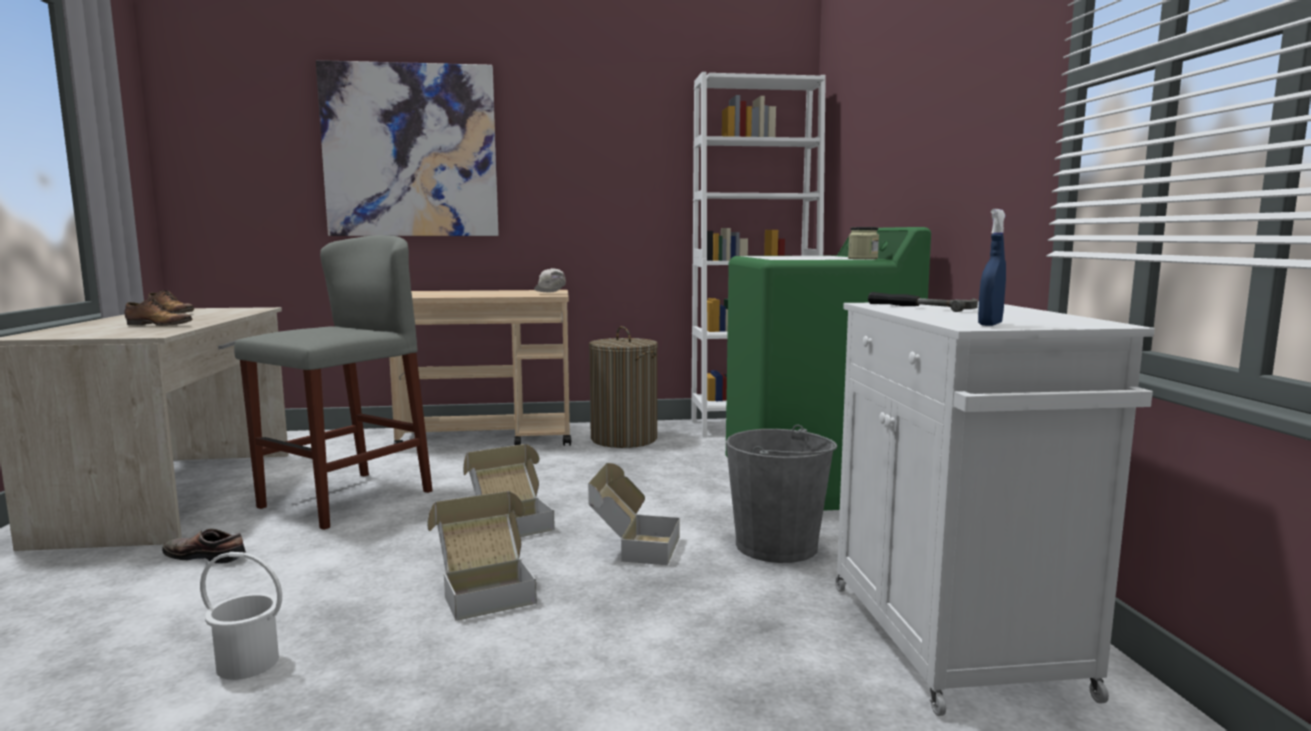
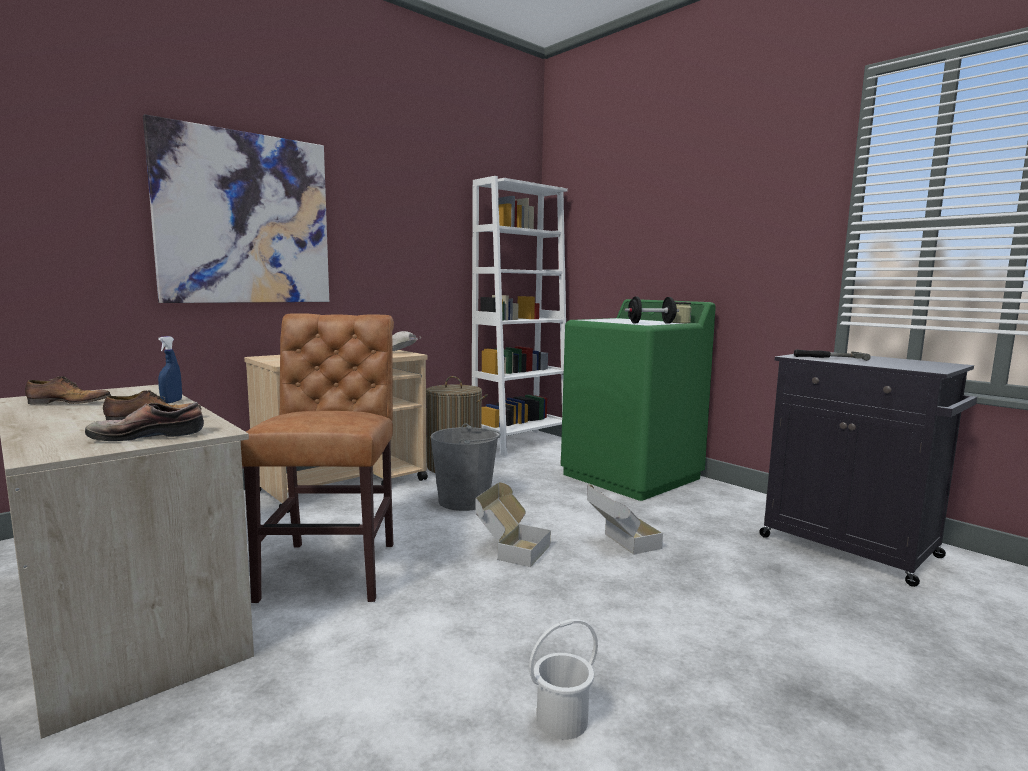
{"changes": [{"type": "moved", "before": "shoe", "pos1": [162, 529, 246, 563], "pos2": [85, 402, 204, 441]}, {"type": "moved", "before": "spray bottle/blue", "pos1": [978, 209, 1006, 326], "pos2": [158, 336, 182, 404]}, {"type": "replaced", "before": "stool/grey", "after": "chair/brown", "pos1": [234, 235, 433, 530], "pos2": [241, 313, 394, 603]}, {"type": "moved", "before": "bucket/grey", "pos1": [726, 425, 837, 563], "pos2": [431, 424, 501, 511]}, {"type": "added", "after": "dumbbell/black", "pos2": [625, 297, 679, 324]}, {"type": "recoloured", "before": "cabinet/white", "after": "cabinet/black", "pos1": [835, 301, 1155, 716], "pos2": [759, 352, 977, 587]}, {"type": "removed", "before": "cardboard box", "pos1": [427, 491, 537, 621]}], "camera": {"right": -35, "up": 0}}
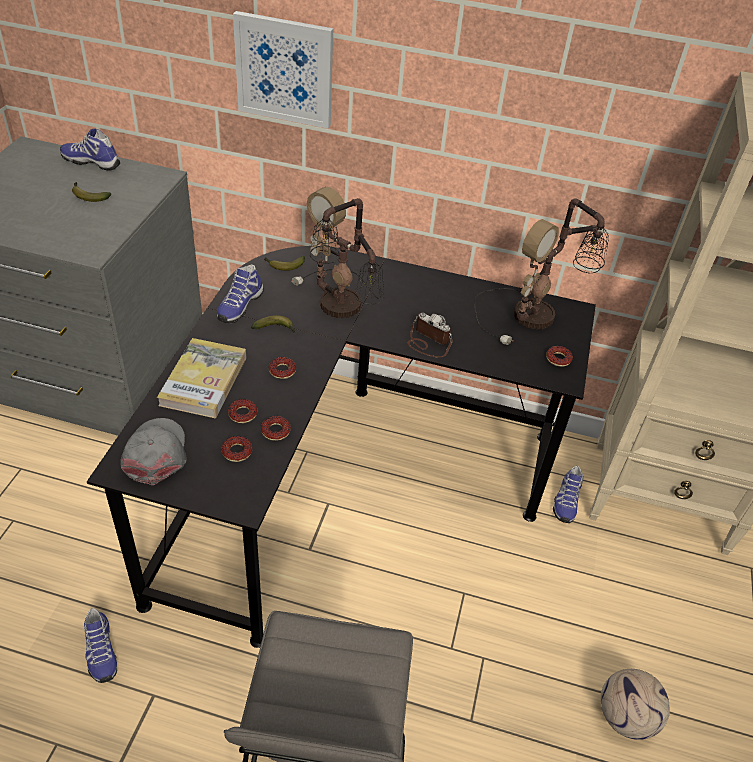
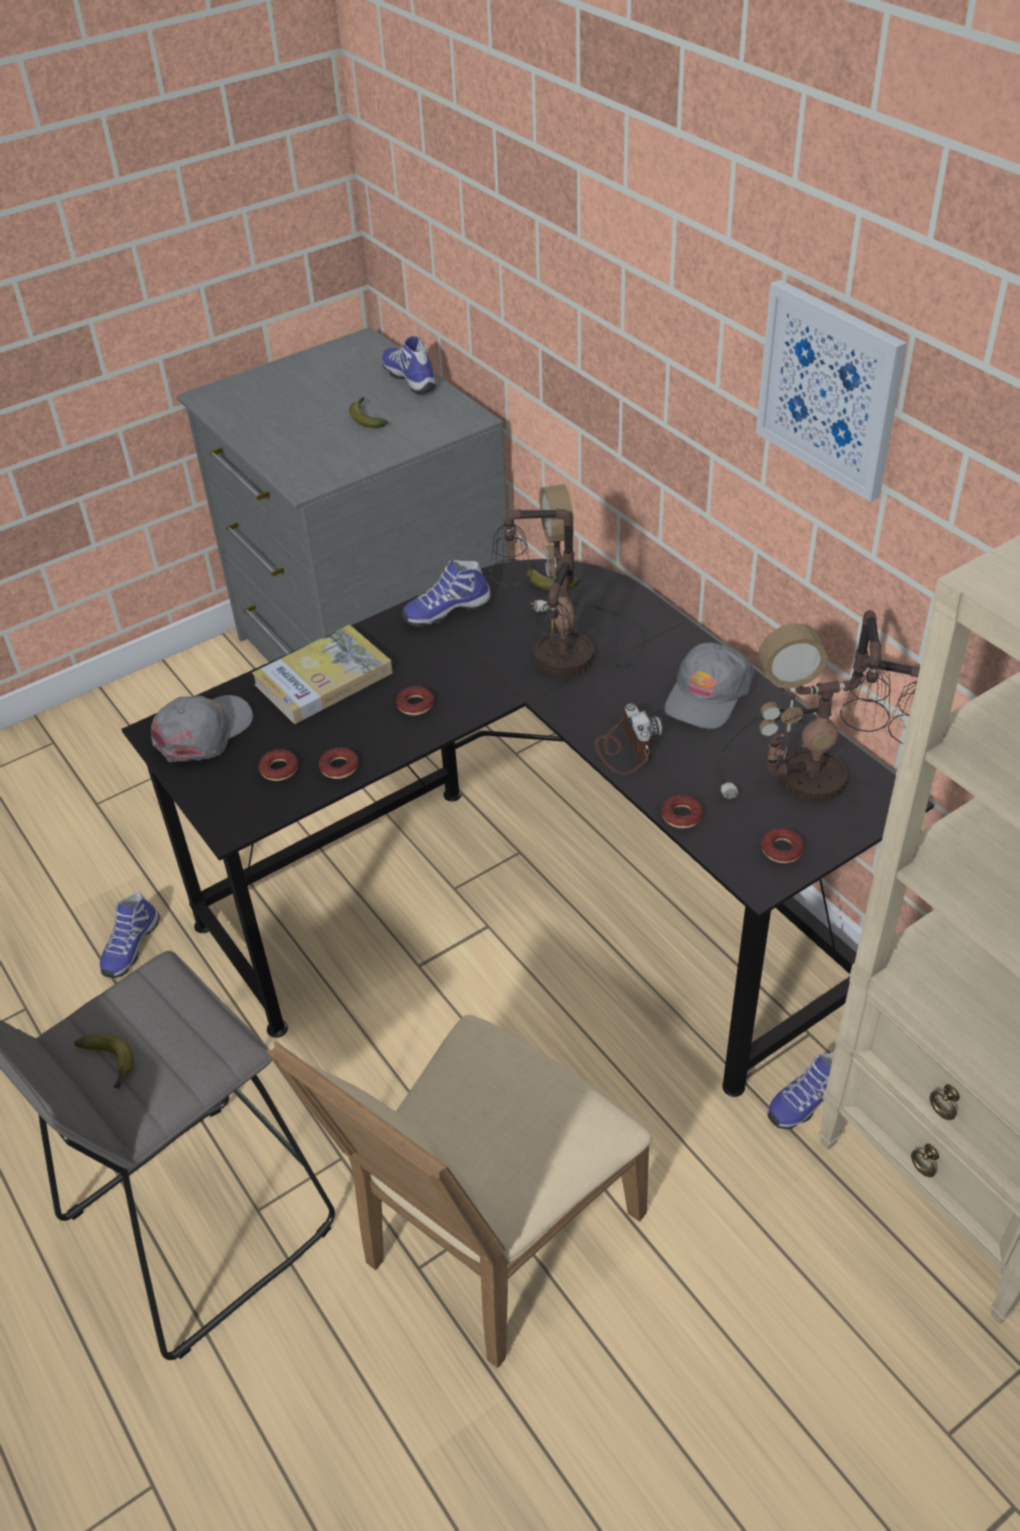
{"changes": [{"type": "moved", "before": "banana", "pos1": [251, 315, 296, 333], "pos2": [74, 1034, 134, 1089]}, {"type": "added", "after": "chair/beige", "pos2": [266, 1015, 652, 1368]}, {"type": "moved", "before": "donut", "pos1": [228, 399, 257, 423], "pos2": [662, 794, 703, 829]}, {"type": "added", "after": "cap/grey", "pos2": [665, 642, 755, 729]}, {"type": "moved", "before": "picture", "pos1": [233, 11, 333, 129], "pos2": [756, 280, 907, 502]}, {"type": "removed", "before": "football", "pos1": [601, 669, 670, 740]}], "camera": {"right": 45, "up": 0}}
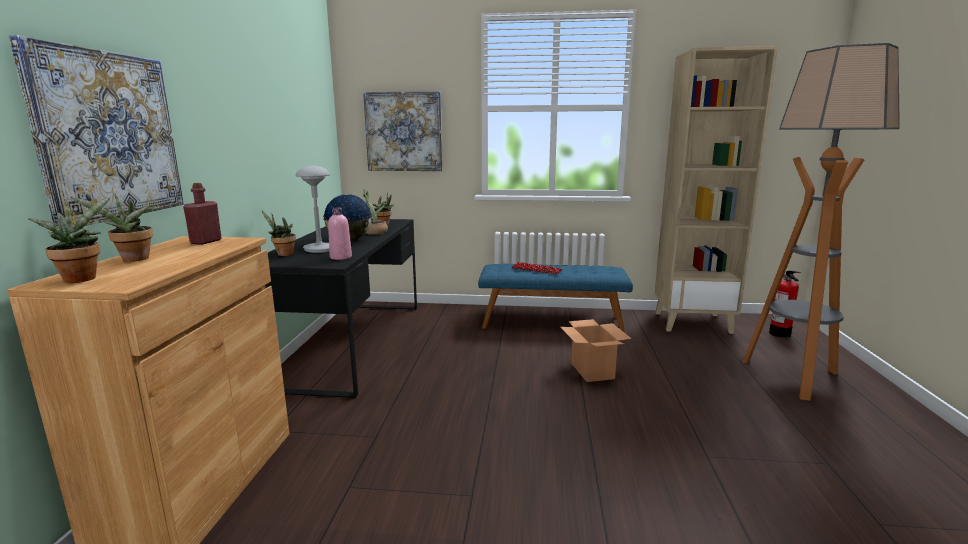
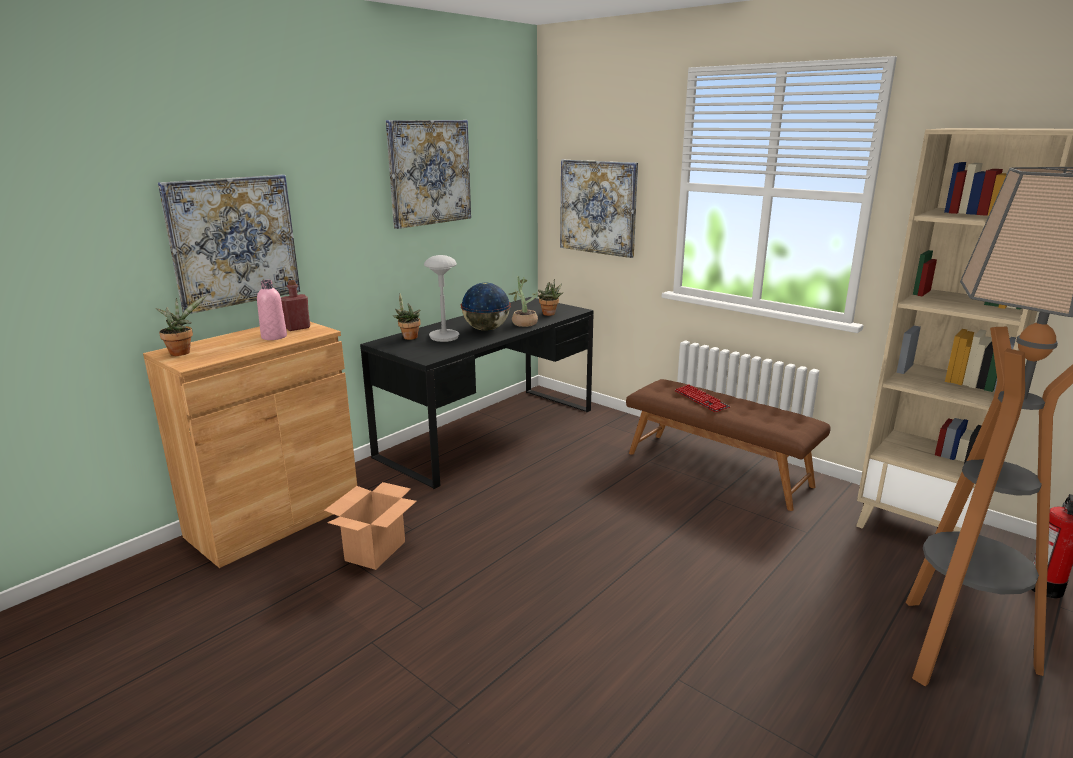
{"changes": [{"type": "moved", "before": "bottle/pink", "pos1": [328, 207, 352, 260], "pos2": [257, 280, 287, 340]}, {"type": "moved", "before": "cardboard box", "pos1": [561, 319, 632, 382], "pos2": [324, 482, 417, 570]}, {"type": "added", "after": "picture", "pos2": [386, 120, 471, 229]}, {"type": "recoloured", "before": "bench/blue", "after": "bench/brown", "pos1": [478, 264, 633, 333], "pos2": [626, 379, 831, 511]}, {"type": "removed", "before": "potted plant", "pos1": [71, 194, 153, 262]}], "camera": {"right": 35, "up": 5}}
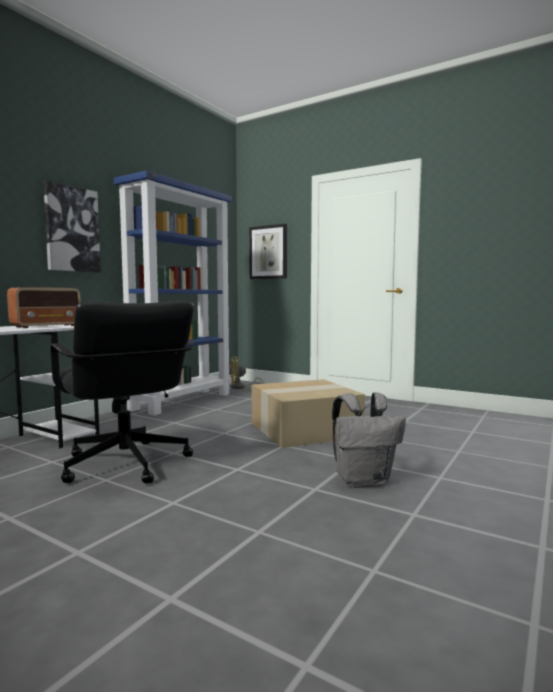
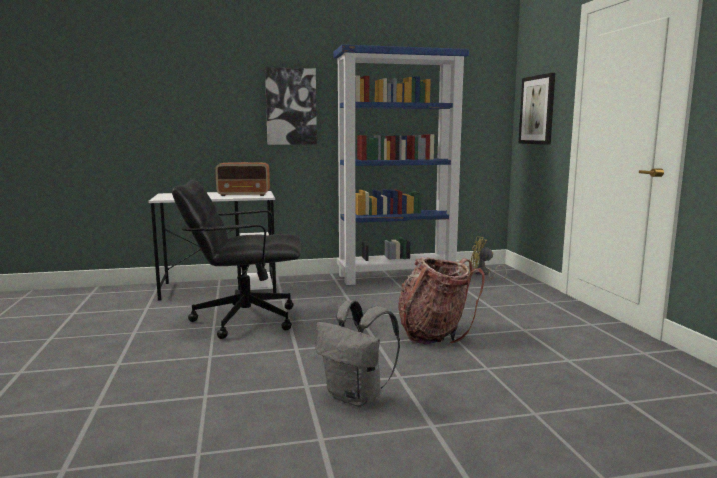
{"changes": [{"type": "turned", "before": "office chair/black", "pos1": [51, 301, 194, 484], "pos2": [172, 180, 301, 339], "turn": 75}, {"type": "replaced", "before": "cardboard box", "after": "backpack", "pos1": [252, 379, 365, 448], "pos2": [398, 257, 485, 344]}], "camera": {"right": 45, "up": 5}}
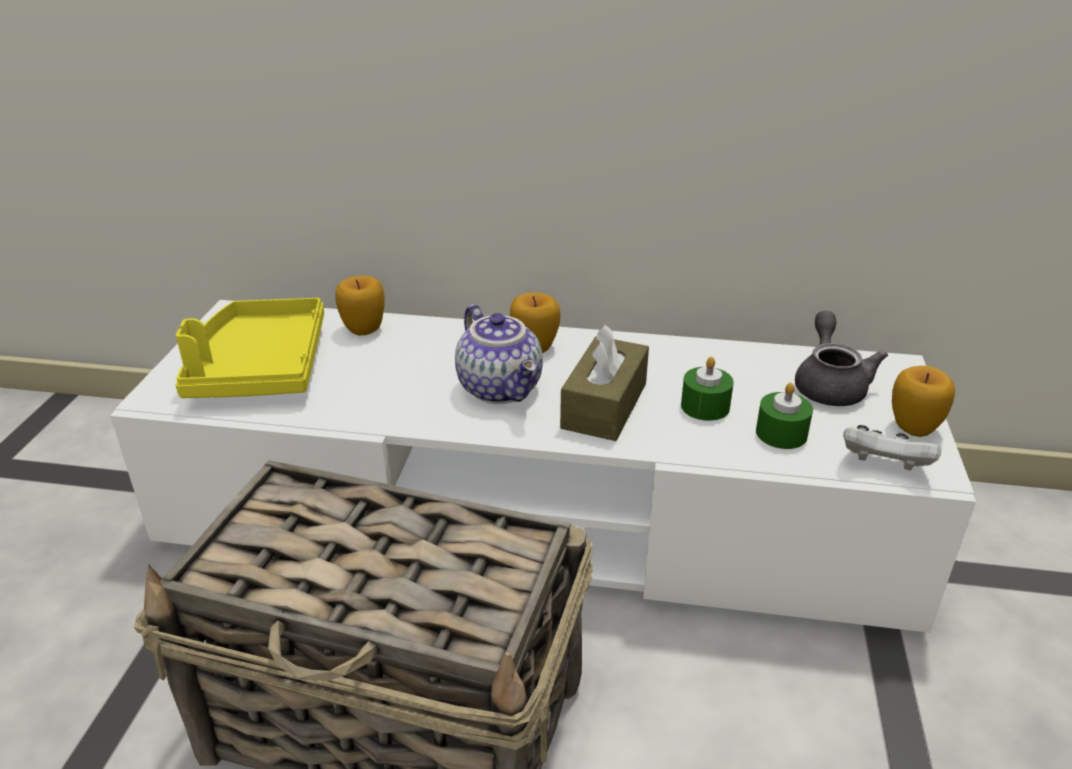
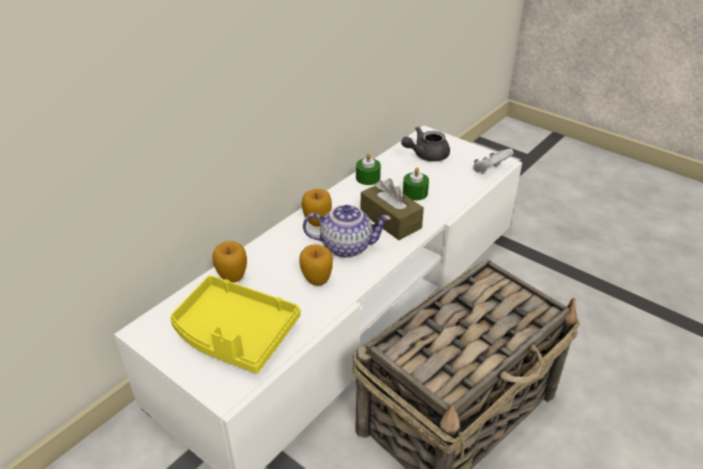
{"changes": [{"type": "moved", "before": "apple", "pos1": [892, 366, 955, 437], "pos2": [299, 244, 333, 285]}, {"type": "moved", "before": "candle/green", "pos1": [756, 383, 813, 449], "pos2": [356, 153, 381, 185]}, {"type": "turned", "before": "teapot/grey", "pos1": [795, 311, 888, 406], "pos2": [401, 127, 450, 162], "turn": -60}], "camera": {"right": -60, "up": 5}}
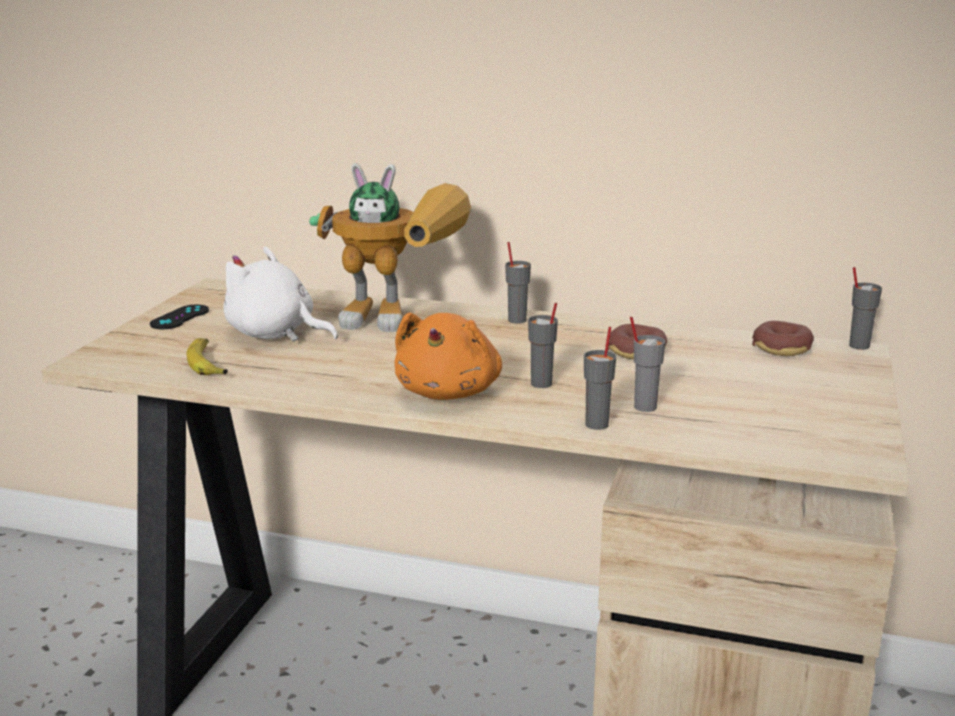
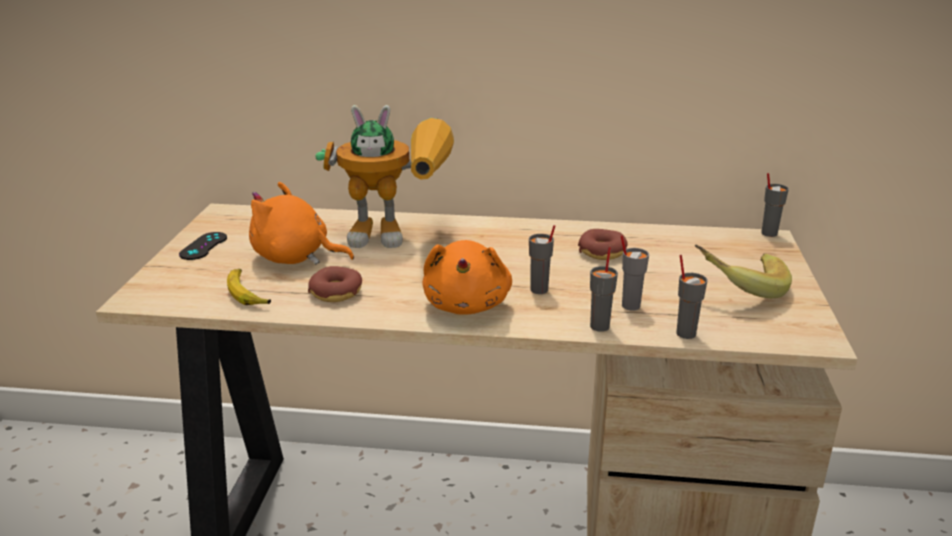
{"changes": [{"type": "recoloured", "before": "plush toy/white", "after": "plush toy/orange", "pos1": [223, 247, 338, 342], "pos2": [249, 182, 354, 265]}, {"type": "moved", "before": "donut", "pos1": [752, 321, 814, 356], "pos2": [308, 266, 362, 302]}, {"type": "moved", "before": "cup/grey", "pos1": [505, 242, 531, 324], "pos2": [676, 255, 708, 339]}, {"type": "added", "after": "banana", "pos2": [694, 245, 792, 298]}], "camera": {"right": -10, "up": 5}}
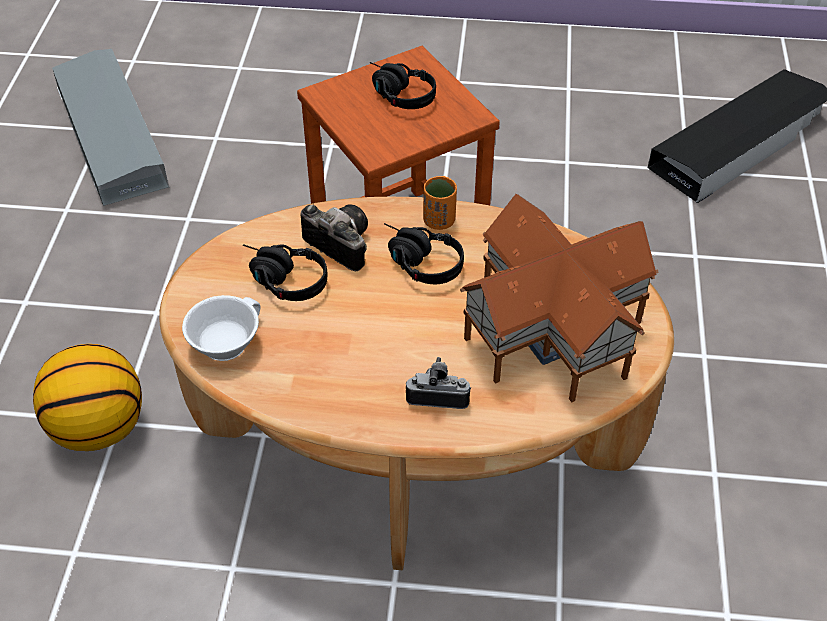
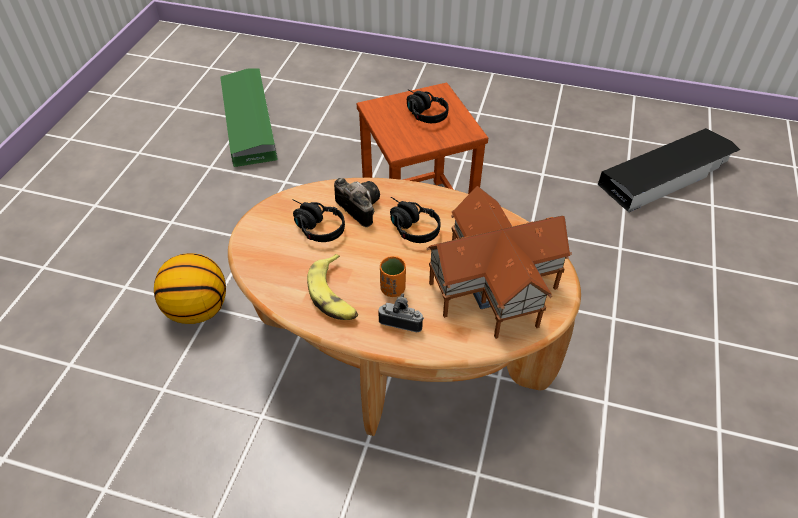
{"changes": [{"type": "recoloured", "before": "storage box/grey", "after": "storage box/green", "pos1": [52, 49, 169, 206], "pos2": [220, 68, 278, 167]}, {"type": "added", "after": "banana", "pos2": [307, 254, 358, 320]}, {"type": "moved", "before": "cup/orange", "pos1": [423, 176, 457, 230], "pos2": [380, 256, 406, 297]}, {"type": "removed", "before": "cup/white", "pos1": [182, 295, 260, 361]}], "camera": {"right": 10, "up": 0}}
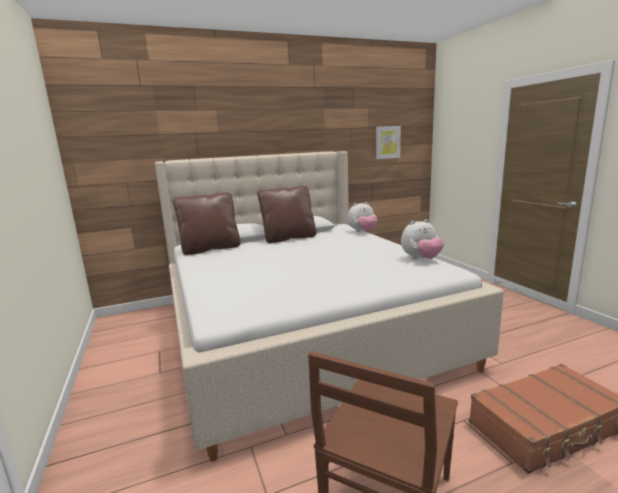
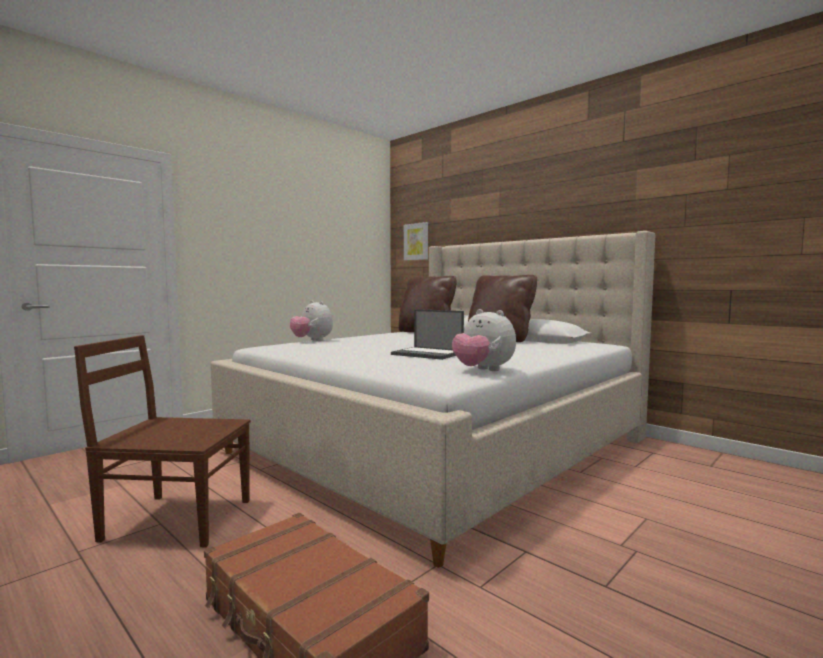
{"changes": [{"type": "moved", "before": "plush toy", "pos1": [348, 202, 378, 232], "pos2": [290, 300, 333, 341]}, {"type": "added", "after": "laptop", "pos2": [391, 309, 464, 360]}, {"type": "moved", "before": "picture", "pos1": [376, 126, 401, 159], "pos2": [404, 222, 428, 260]}], "camera": {"right": 65, "up": -10}}
